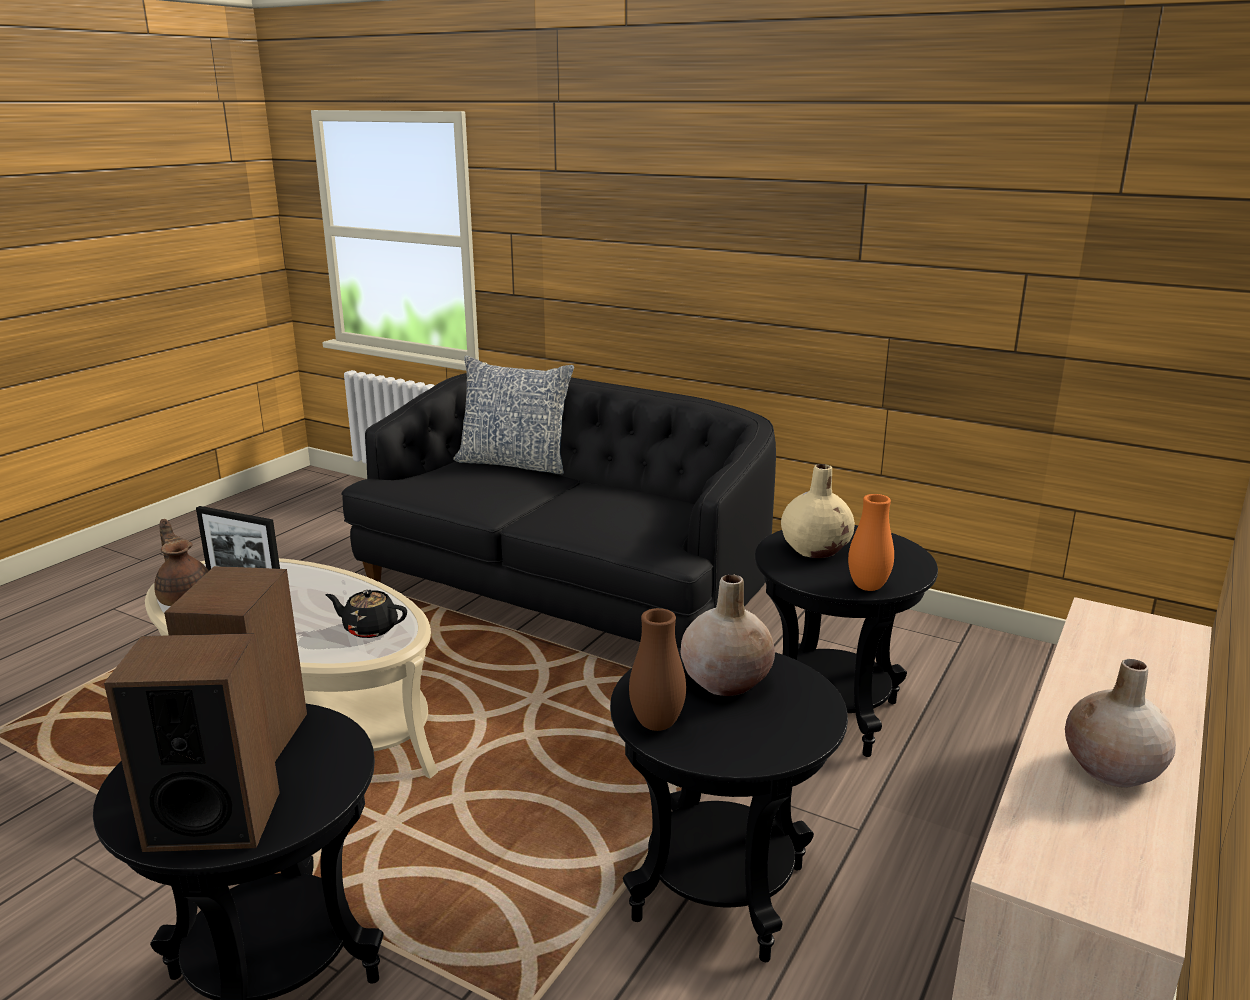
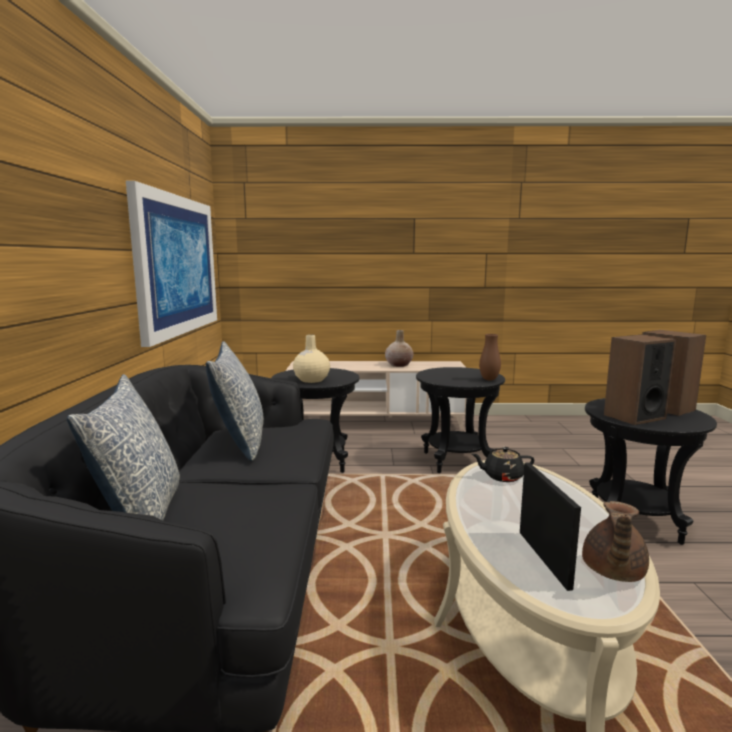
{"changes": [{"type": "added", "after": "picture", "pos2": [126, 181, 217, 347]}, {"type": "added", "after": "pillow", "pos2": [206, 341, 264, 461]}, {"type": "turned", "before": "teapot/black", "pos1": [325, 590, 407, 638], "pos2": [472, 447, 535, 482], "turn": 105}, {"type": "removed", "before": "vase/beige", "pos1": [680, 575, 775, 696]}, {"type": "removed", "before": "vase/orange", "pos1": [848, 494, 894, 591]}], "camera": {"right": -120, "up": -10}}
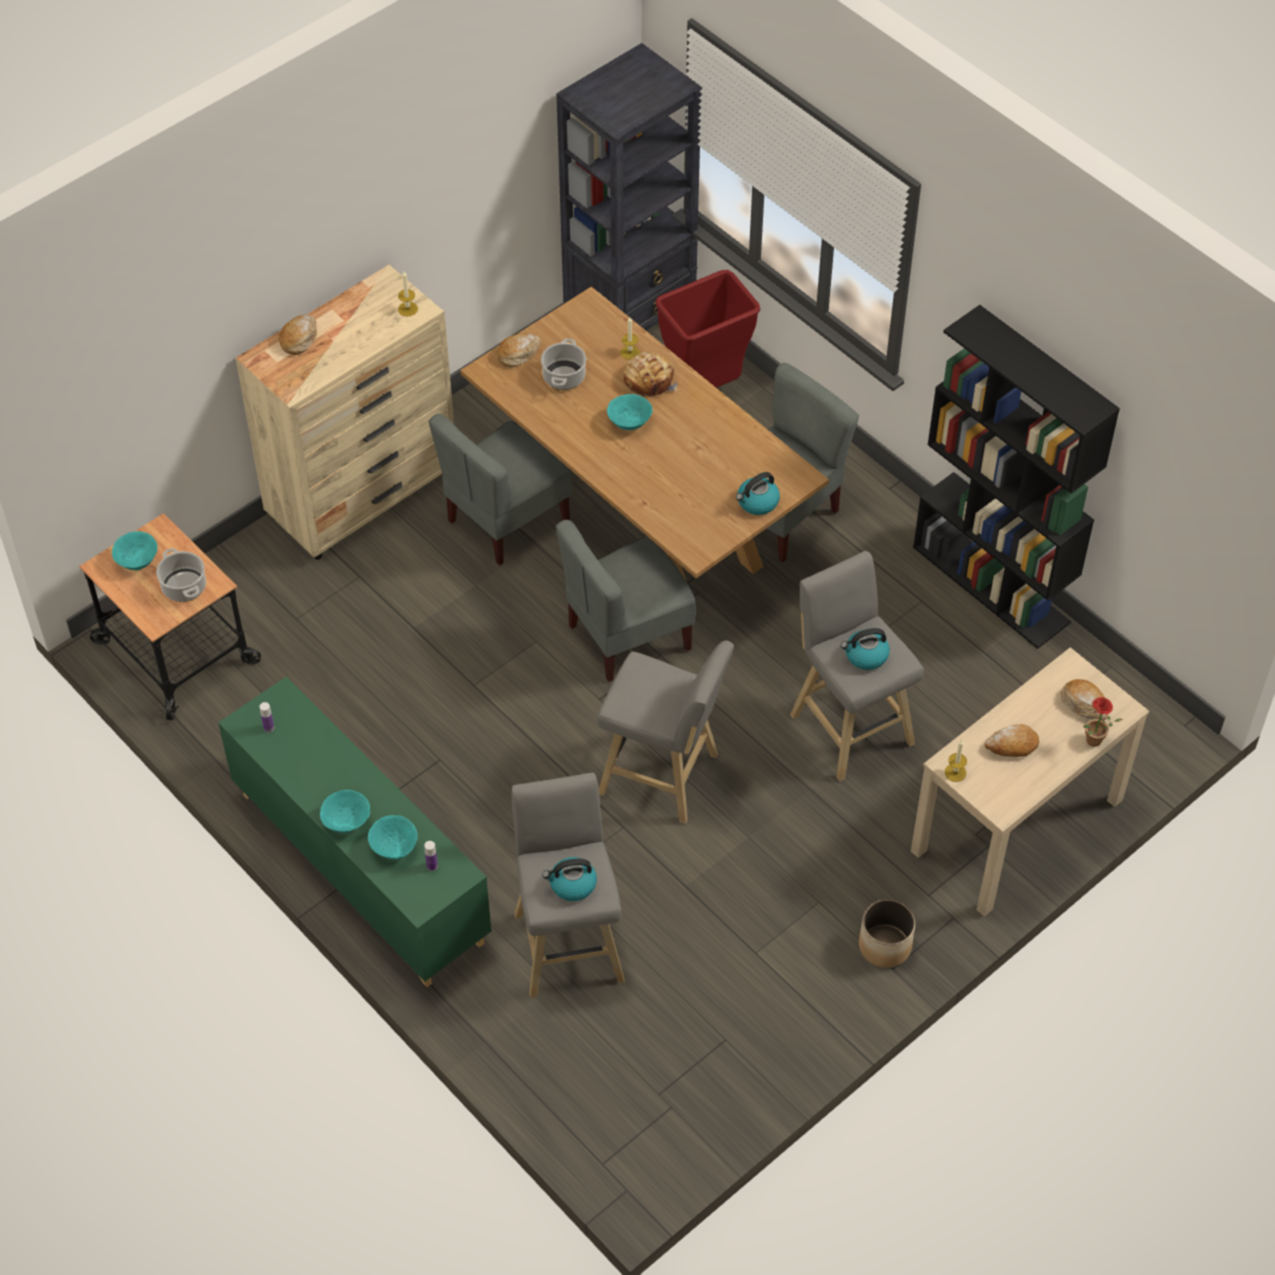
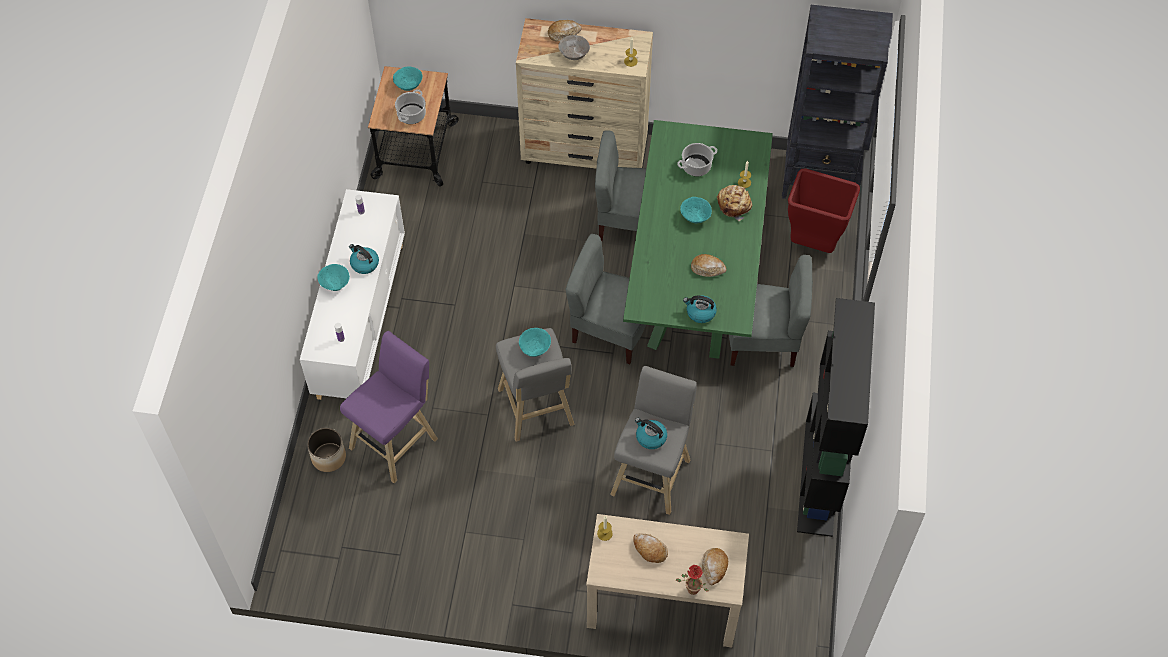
{"changes": [{"type": "recoloured", "before": "cabinet/green", "after": "cabinet/white", "pos1": [218, 677, 492, 987], "pos2": [300, 189, 405, 400]}, {"type": "moved", "before": "planter", "pos1": [859, 899, 915, 968], "pos2": [307, 428, 346, 472]}, {"type": "recoloured", "before": "stool/grey", "after": "stool/purple", "pos1": [512, 773, 625, 998], "pos2": [340, 331, 438, 483]}, {"type": "moved", "before": "kettle", "pos1": [542, 857, 597, 901], "pos2": [349, 244, 379, 274]}, {"type": "moved", "before": "bowl/turquoise", "pos1": [368, 815, 418, 860], "pos2": [519, 328, 551, 357]}, {"type": "added", "after": "bowl/grey", "pos2": [558, 35, 590, 60]}, {"type": "recoloured", "before": "dining table/brown", "after": "dining table/green", "pos1": [460, 286, 829, 580], "pos2": [623, 120, 773, 359]}, {"type": "moved", "before": "bread", "pos1": [497, 333, 541, 367], "pos2": [691, 254, 727, 277]}], "camera": {"right": 50, "up": 5}}
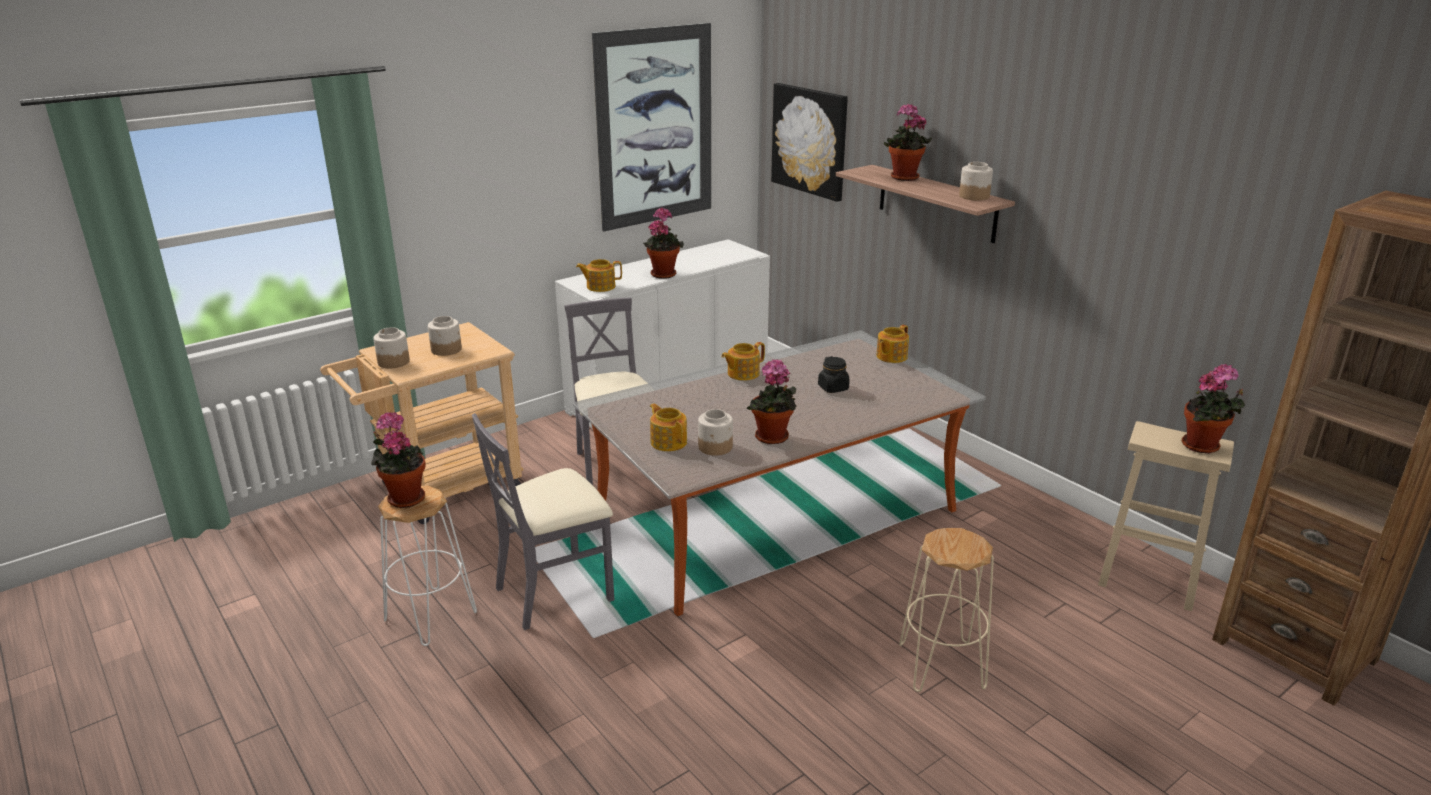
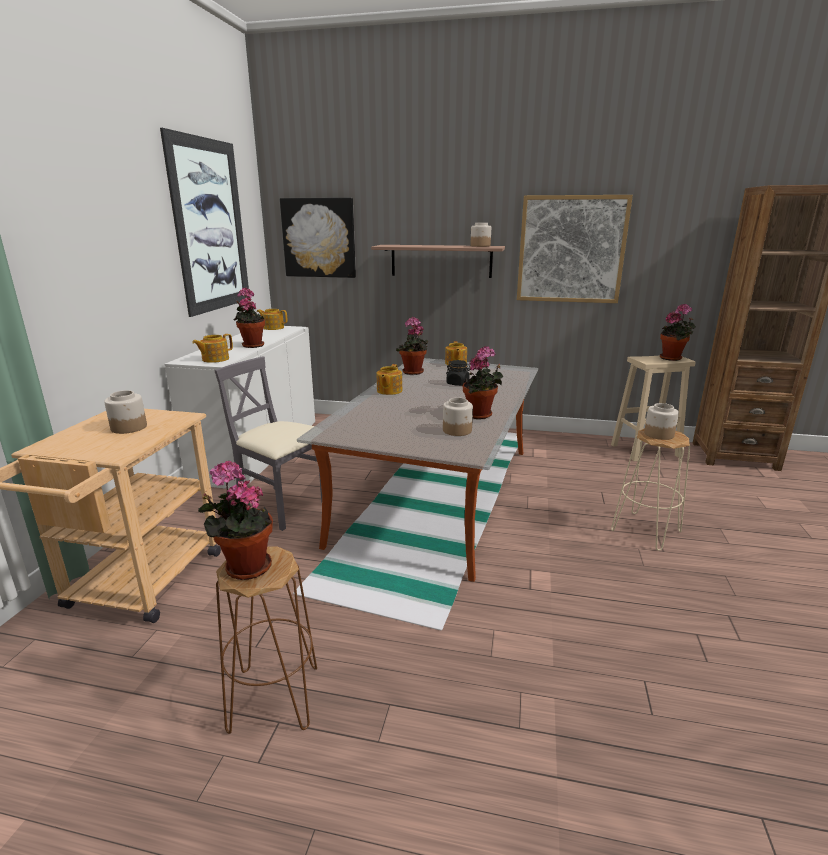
{"changes": [{"type": "recoloured", "before": "stool/white", "after": "stool/brown", "pos1": [378, 485, 477, 646], "pos2": [216, 547, 317, 734]}, {"type": "moved", "before": "teapot", "pos1": [650, 403, 687, 451], "pos2": [257, 309, 287, 330]}, {"type": "moved", "before": "potted plant", "pos1": [884, 103, 932, 181], "pos2": [396, 317, 428, 375]}, {"type": "added", "after": "picture", "pos2": [517, 195, 633, 303]}, {"type": "moved", "before": "jar", "pos1": [373, 327, 410, 369], "pos2": [644, 403, 679, 440]}, {"type": "removed", "before": "chair/grey", "pos1": [472, 413, 614, 630]}], "camera": {"right": -40, "up": -5}}
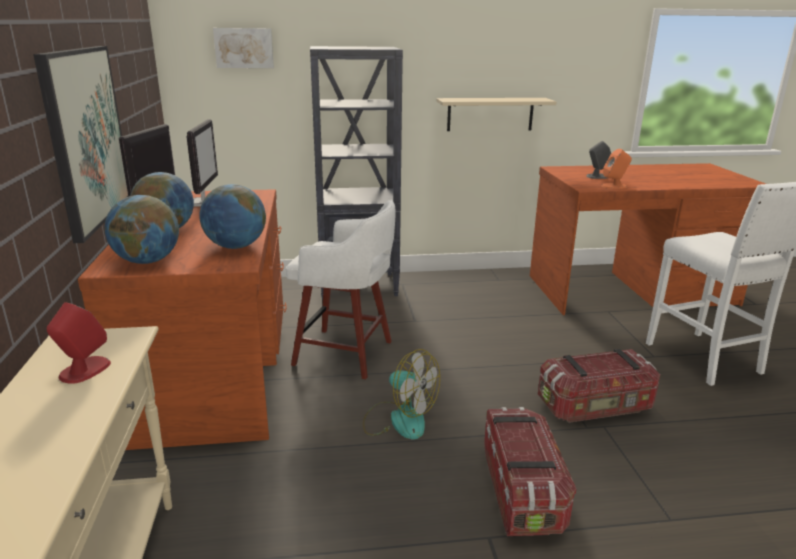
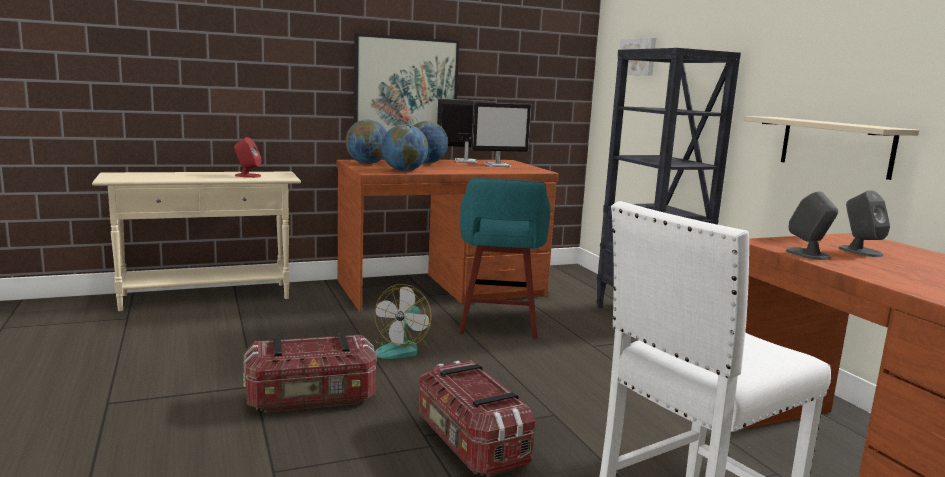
{"changes": [{"type": "recoloured", "before": "stool/white", "after": "stool/turquoise", "pos1": [286, 200, 396, 379], "pos2": [459, 178, 550, 339]}, {"type": "recoloured", "before": "speaker/orange", "after": "speaker/grey", "pos1": [601, 149, 632, 189], "pos2": [786, 191, 838, 260]}], "camera": {"right": 75, "up": -10}}
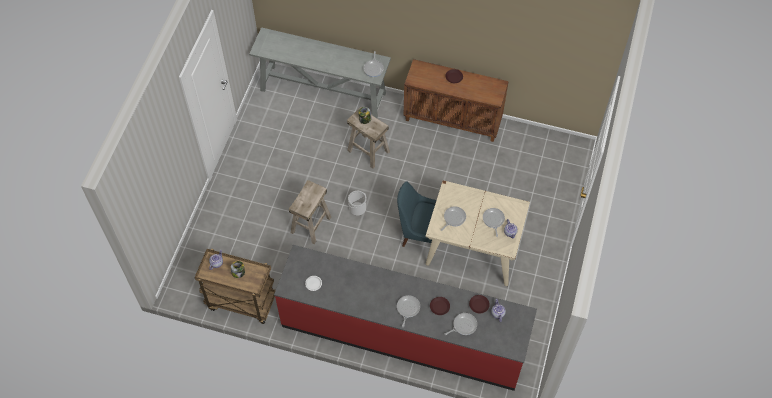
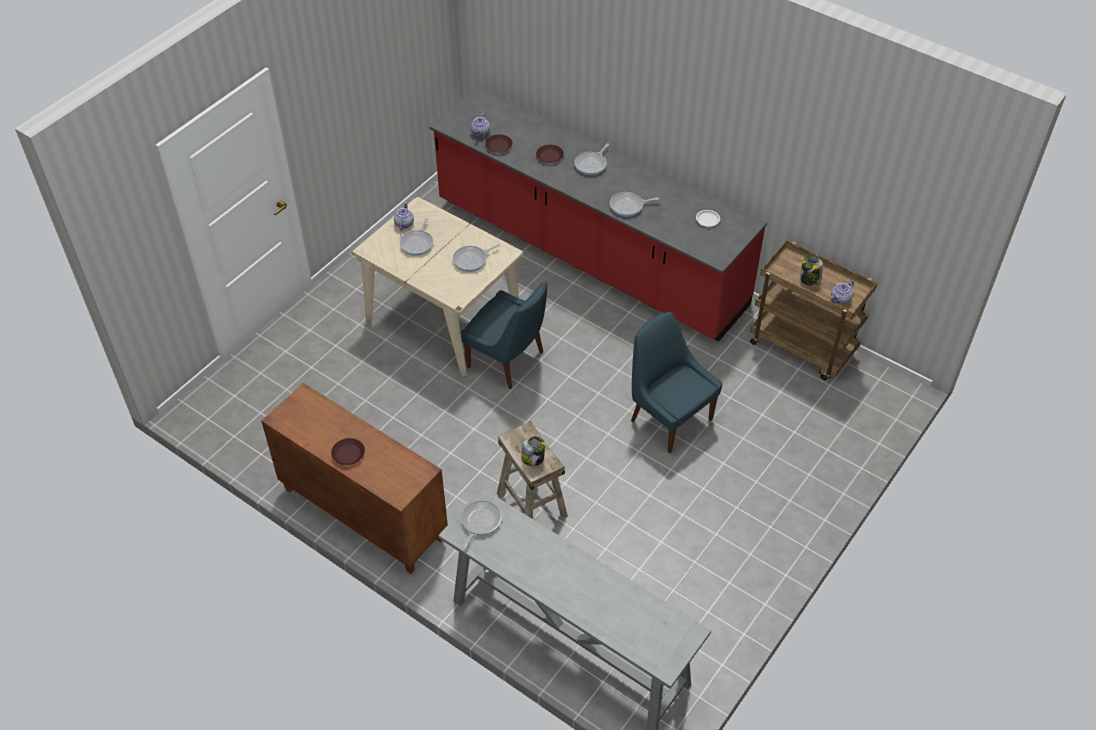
{"changes": [{"type": "moved", "before": "frying pan", "pos1": [445, 313, 477, 335], "pos2": [610, 192, 660, 217]}, {"type": "replaced", "before": "stool/beige", "after": "chair/blue", "pos1": [289, 180, 331, 244], "pos2": [631, 312, 723, 453]}, {"type": "removed", "before": "bucket", "pos1": [348, 191, 367, 216]}], "camera": {"right": -160, "up": -10}}
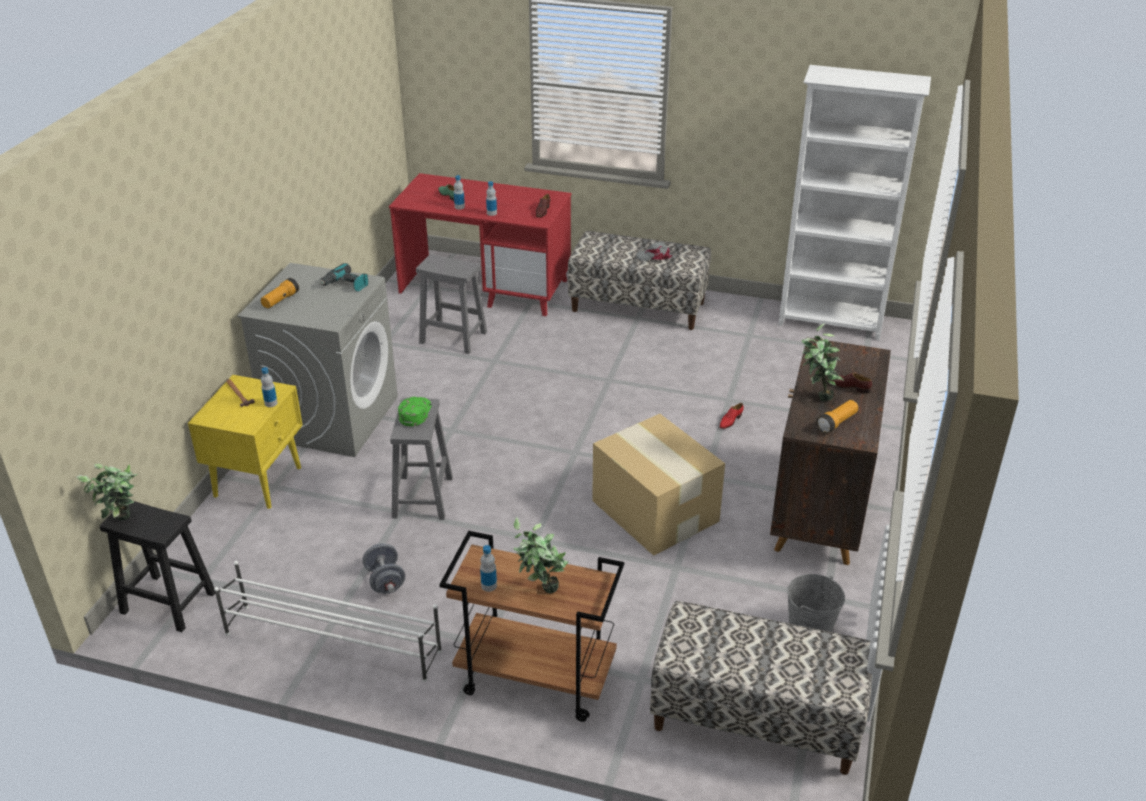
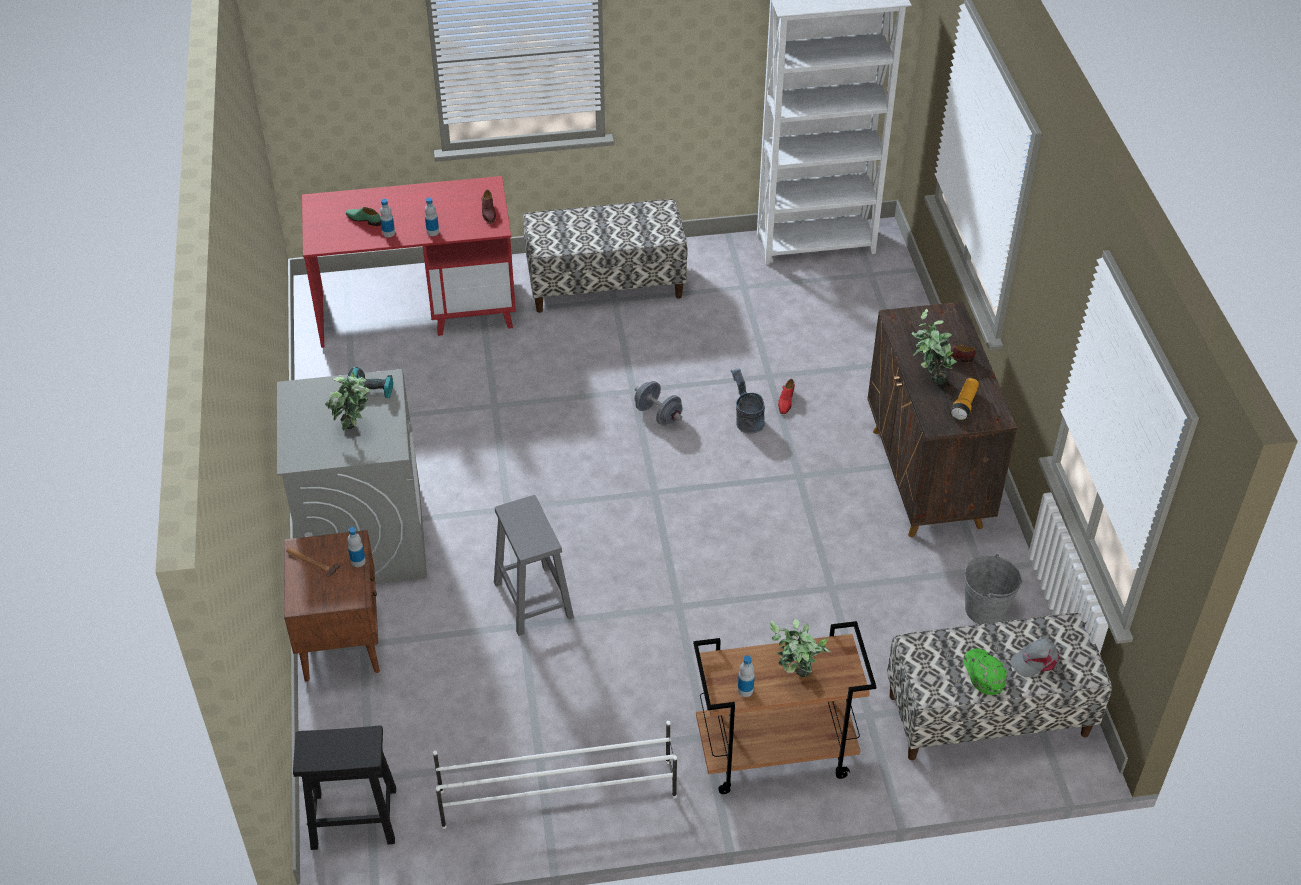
{"changes": [{"type": "recoloured", "before": "nightstand/yellow", "after": "nightstand/brown", "pos1": [188, 375, 303, 509], "pos2": [284, 530, 380, 682]}, {"type": "moved", "before": "potted plant", "pos1": [76, 464, 138, 521], "pos2": [325, 372, 370, 431]}, {"type": "moved", "before": "dumbbell/grey", "pos1": [362, 543, 405, 594], "pos2": [635, 381, 683, 426]}, {"type": "added", "after": "bucket/grey", "pos2": [731, 368, 765, 434]}, {"type": "moved", "before": "cap/green", "pos1": [398, 397, 432, 426], "pos2": [963, 649, 1007, 695]}, {"type": "moved", "before": "cap/grey", "pos1": [637, 242, 672, 261], "pos2": [1010, 638, 1059, 677]}, {"type": "removed", "before": "flashlight", "pos1": [261, 278, 299, 308]}, {"type": "removed", "before": "stool/grey", "pos1": [416, 254, 487, 354]}, {"type": "removed", "before": "cardboard box", "pos1": [592, 414, 725, 556]}], "camera": {"right": -25, "up": 10}}
